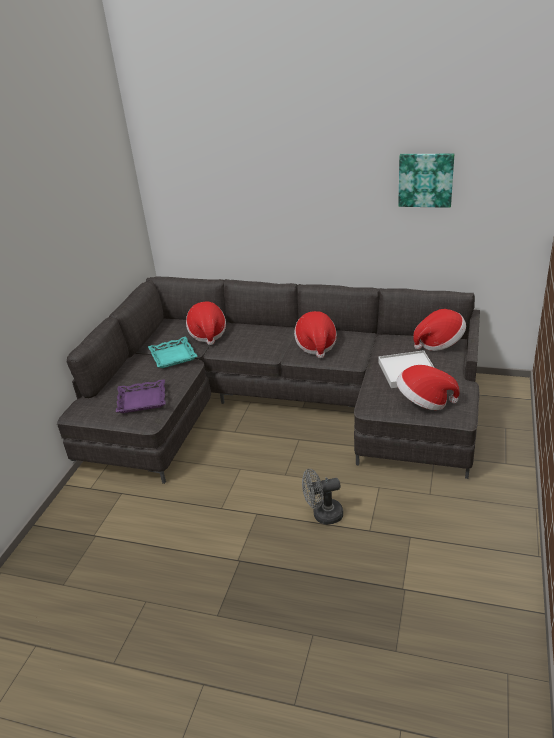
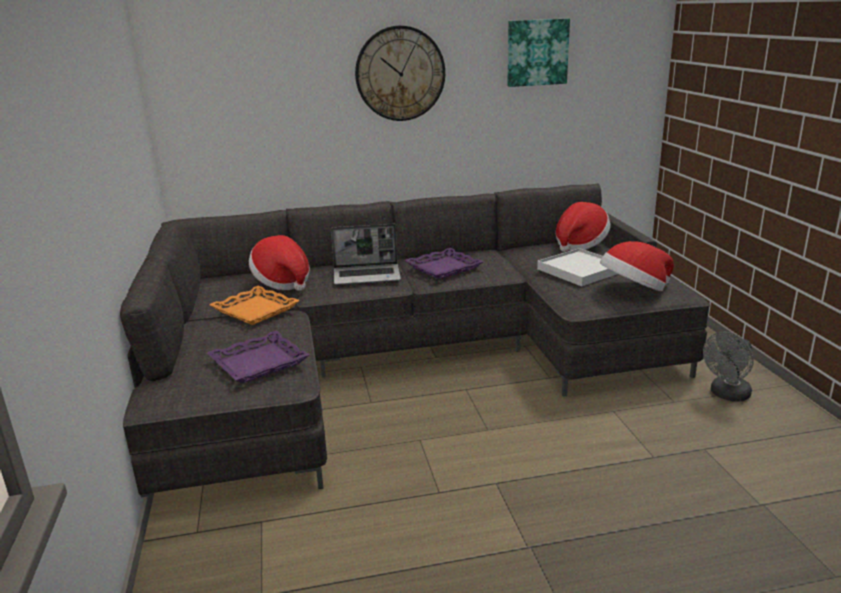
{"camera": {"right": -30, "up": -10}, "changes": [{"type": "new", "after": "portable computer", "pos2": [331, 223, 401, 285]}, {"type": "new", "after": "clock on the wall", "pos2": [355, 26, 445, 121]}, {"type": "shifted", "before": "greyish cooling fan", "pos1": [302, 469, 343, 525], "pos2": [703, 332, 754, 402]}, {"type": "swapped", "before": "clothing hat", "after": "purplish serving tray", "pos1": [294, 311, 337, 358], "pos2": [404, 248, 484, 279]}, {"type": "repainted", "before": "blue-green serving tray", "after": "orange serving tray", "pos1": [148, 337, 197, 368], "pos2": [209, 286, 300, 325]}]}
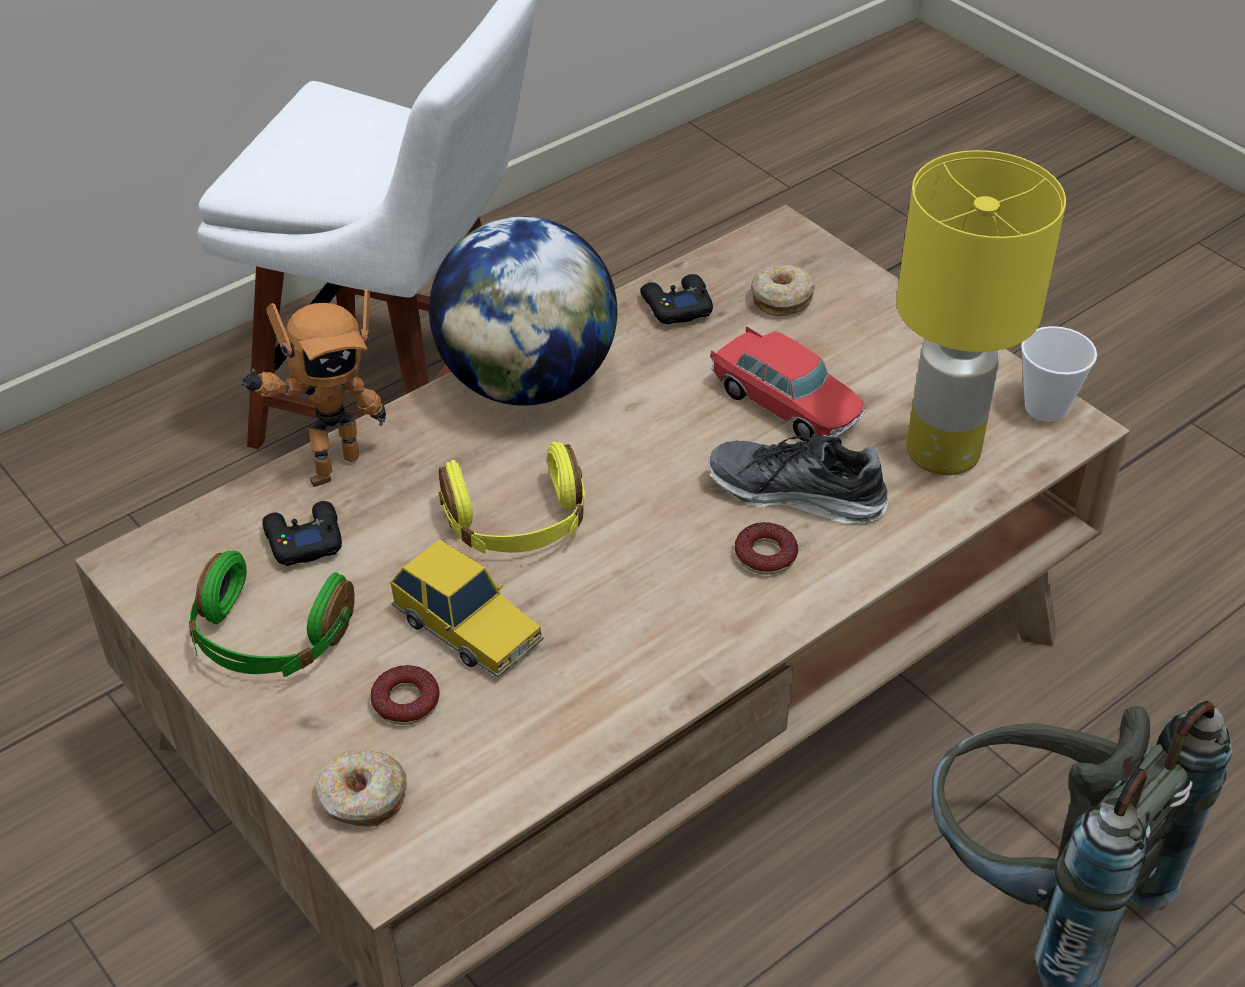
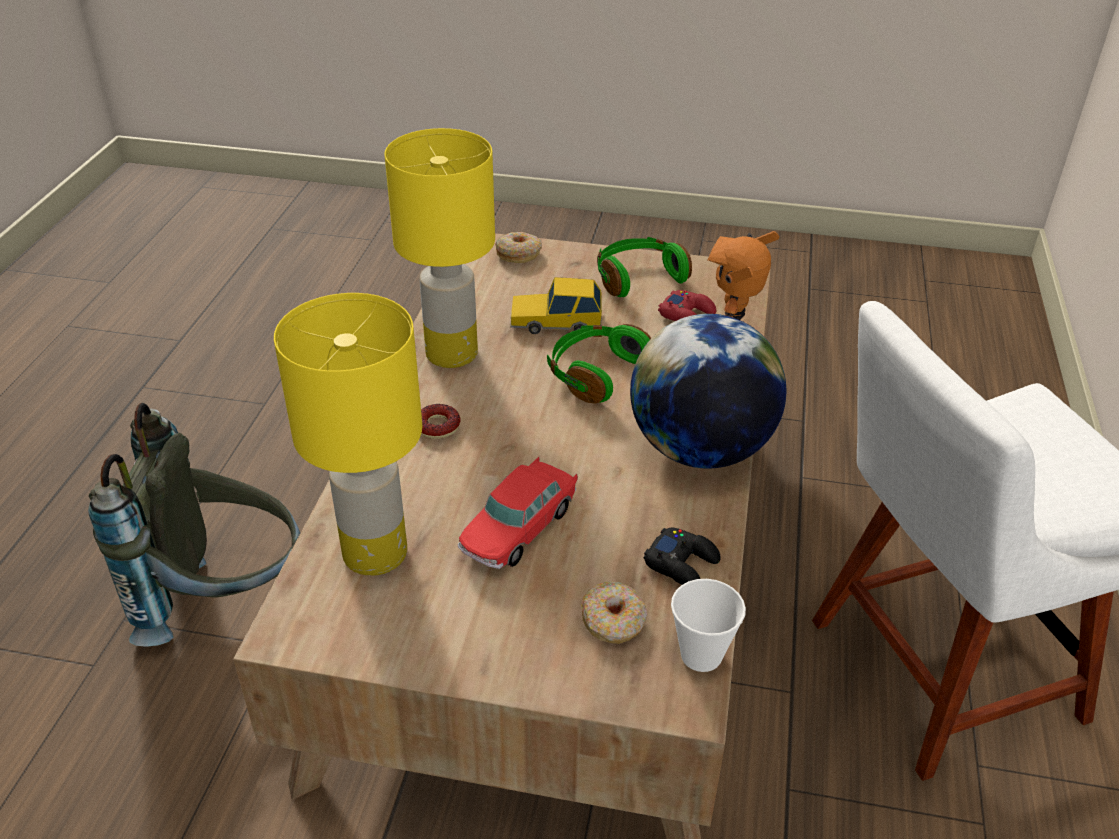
{"camera": {"right": 140, "up": -5}, "changes": [{"type": "gone", "before": "donut", "pos1": [370, 665, 440, 725]}, {"type": "gone", "before": "shoe", "pos1": [708, 434, 888, 524]}, {"type": "new", "after": "yellow tabletop lamp", "pos2": [385, 128, 495, 368]}, {"type": "shifted", "before": "cup", "pos1": [1021, 326, 1097, 422], "pos2": [671, 579, 746, 672]}, {"type": "repainted", "before": "black game controller", "after": "red game controller", "pos1": [262, 501, 342, 566], "pos2": [658, 290, 716, 321]}, {"type": "repainted", "before": "yellow headphones", "after": "green-coloured headphones", "pos1": [438, 442, 585, 554], "pos2": [547, 324, 651, 404]}, {"type": "rotated", "before": "model car", "pos1": [710, 326, 865, 441], "pos2": [458, 457, 578, 569], "turn": -60}]}
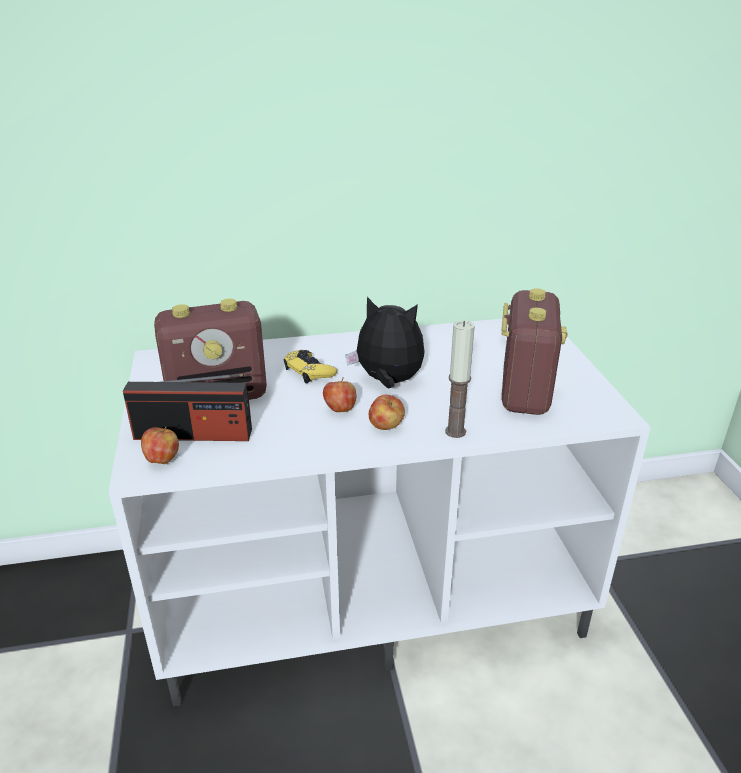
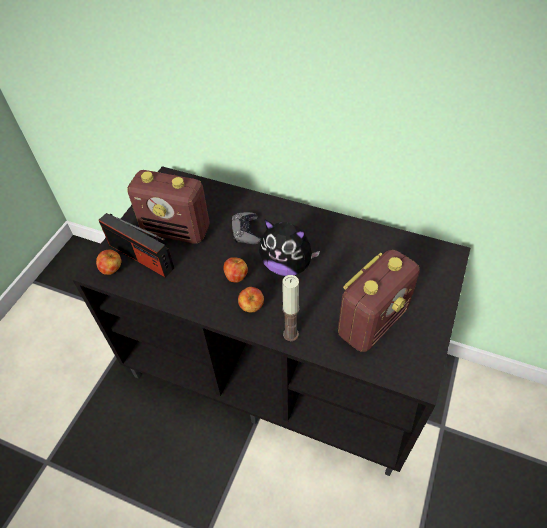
{"camera": {"right": 35, "up": 20}, "changes": [{"type": "repainted", "before": "white-coloured tv stand", "after": "black tv stand", "pos1": [108, 319, 651, 706], "pos2": [73, 166, 470, 476]}, {"type": "repainted", "before": "yellow game controller", "after": "greyish game controller", "pos1": [284, 350, 337, 383], "pos2": [231, 212, 261, 244]}, {"type": "rotated", "before": "cuddly toy", "pos1": [346, 297, 424, 389], "pos2": [259, 220, 320, 276], "turn": 150}]}
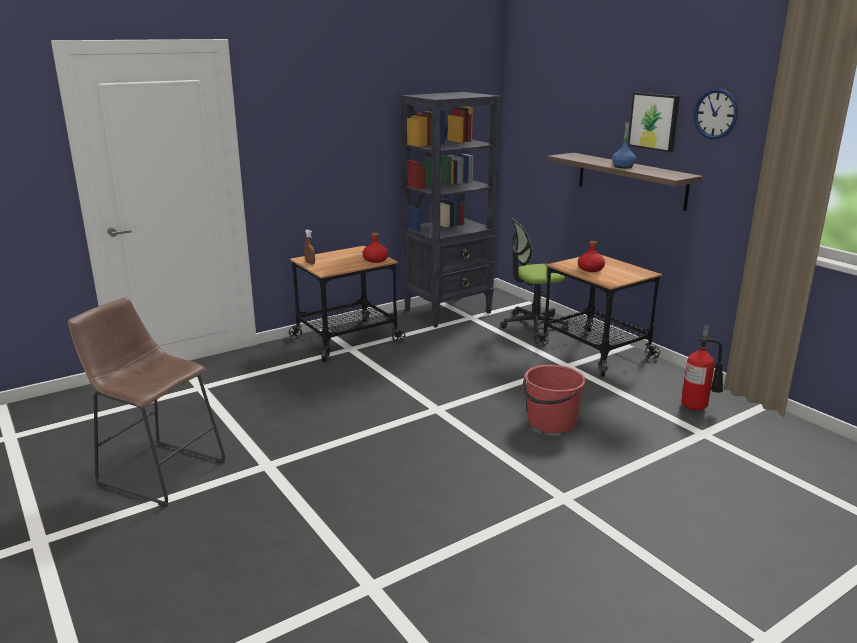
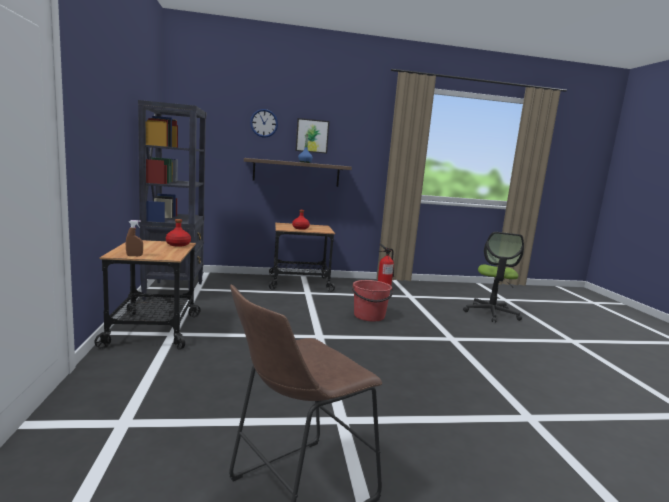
{"camera": {"right": -65, "up": -10}, "changes": [{"type": "shifted", "before": "computer chair", "pos1": [500, 218, 568, 338], "pos2": [463, 232, 524, 323]}, {"type": "shifted", "before": "clock on the wall", "pos1": [694, 88, 738, 139], "pos2": [250, 109, 278, 138]}]}
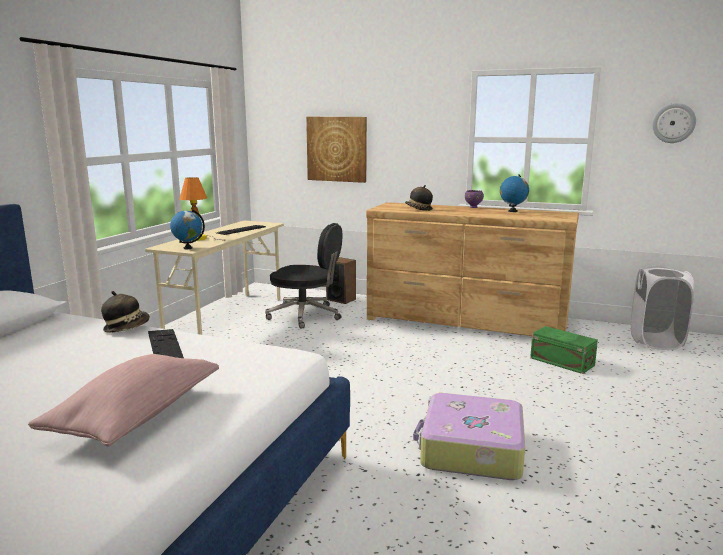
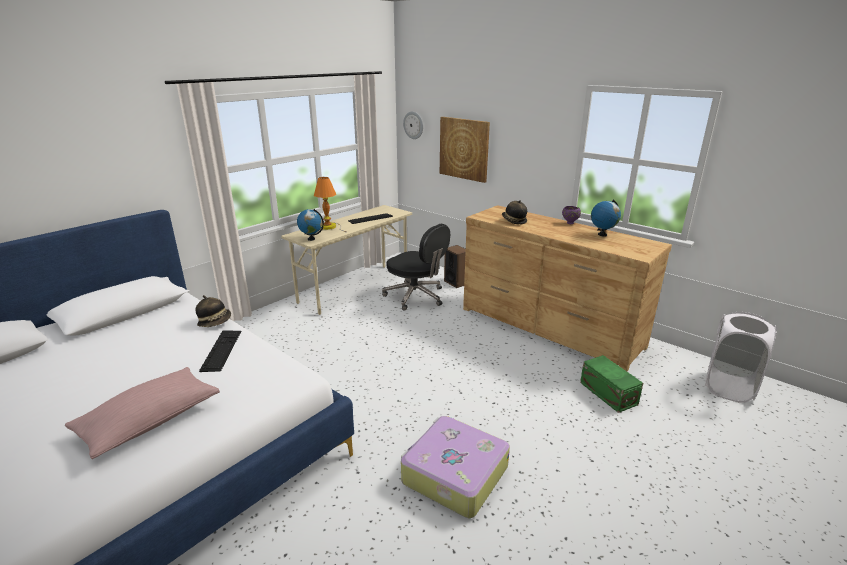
{"camera": {"right": 20, "up": 10}, "changes": [{"type": "shifted", "before": "clock on the wall", "pos1": [653, 103, 696, 143], "pos2": [403, 111, 423, 139]}]}
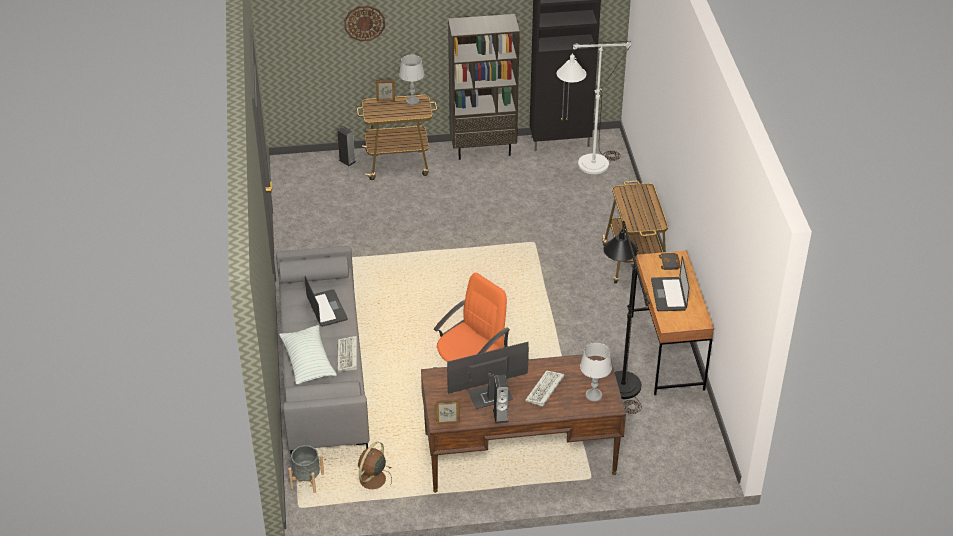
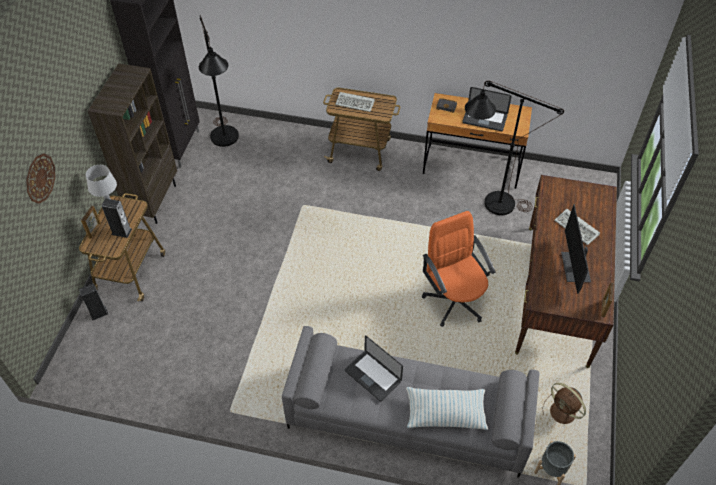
{"camera": {"right": -70, "up": 10}, "changes": [{"type": "gone", "before": "greyish tabletop lamp", "pos1": [580, 343, 612, 402]}, {"type": "shifted", "before": "keyboard", "pos1": [338, 336, 357, 371], "pos2": [335, 92, 375, 112]}, {"type": "shifted", "before": "speaker", "pos1": [493, 375, 509, 424], "pos2": [102, 199, 132, 238]}, {"type": "repainted", "before": "white-coloured standard lamp", "after": "black standard lamp", "pos1": [557, 41, 631, 174], "pos2": [199, 15, 239, 147]}, {"type": "rotated", "before": "portable computer", "pos1": [305, 276, 348, 327], "pos2": [345, 335, 403, 401], "turn": -135}]}
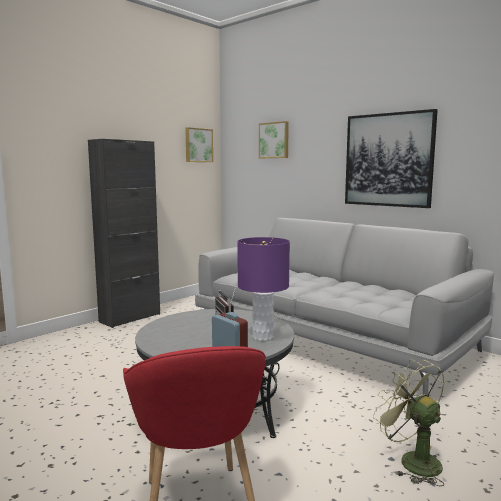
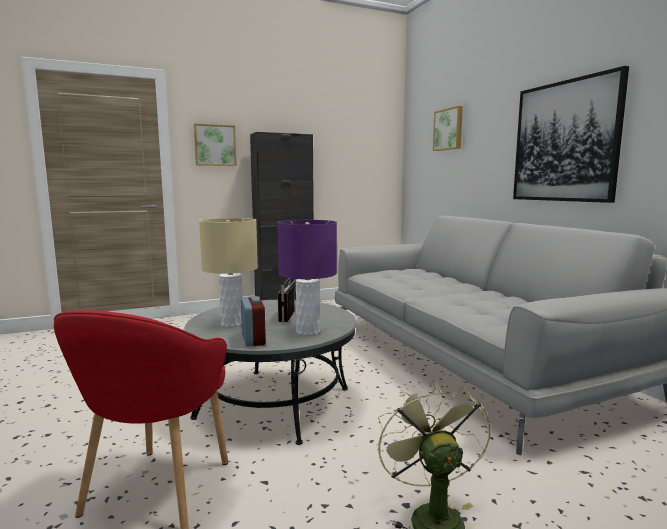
{"camera": {"right": 25, "up": 0}, "changes": [{"type": "new", "after": "beige tabletop lamp", "pos2": [199, 218, 258, 327]}, {"type": "shifted", "before": "picture", "pos1": [185, 127, 213, 162], "pos2": [194, 124, 237, 166]}]}
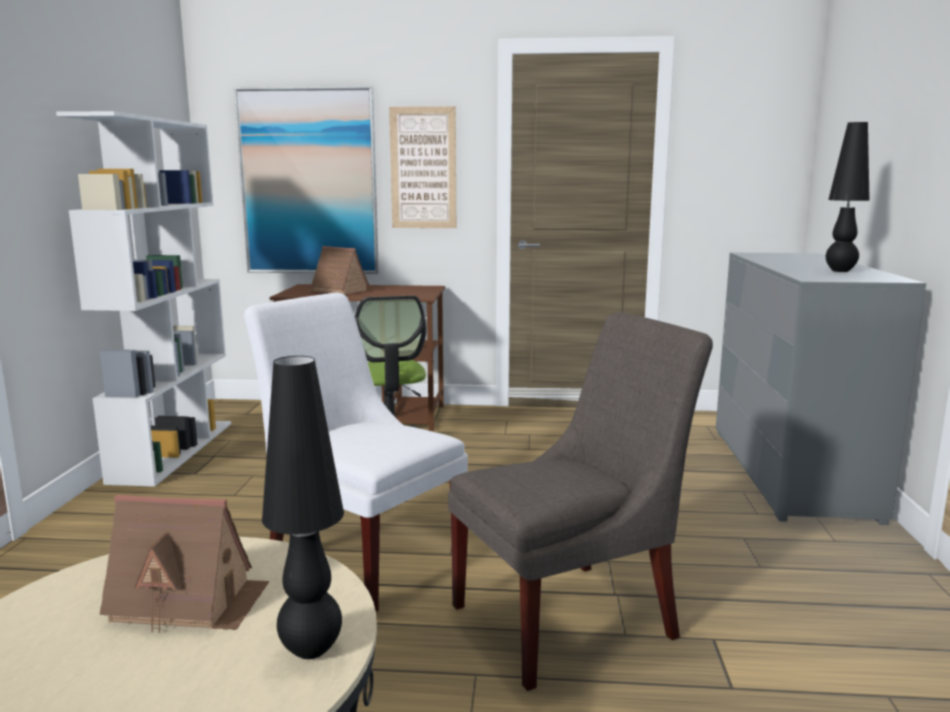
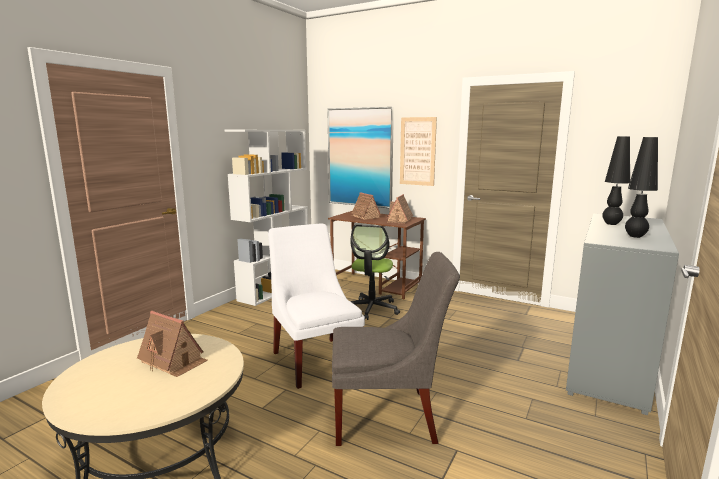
{"camera": {"right": 25, "up": 0}, "changes": [{"type": "new", "after": "toy house", "pos2": [386, 194, 413, 224]}, {"type": "shifted", "before": "black tabletop lamp", "pos1": [262, 356, 344, 659], "pos2": [602, 136, 630, 225]}]}
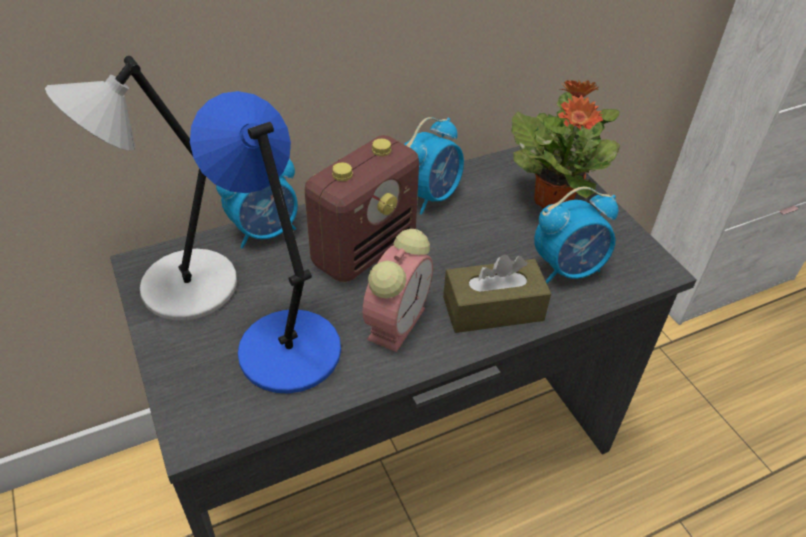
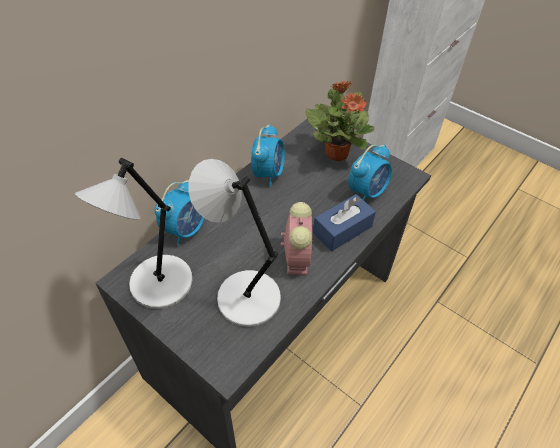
{"camera": {"right": -25, "up": 5}, "changes": [{"type": "gone", "before": "radio", "pos1": [304, 135, 419, 282]}, {"type": "repainted", "before": "blue-coloured tabletop lamp", "after": "greyish tabletop lamp", "pos1": [190, 91, 341, 393], "pos2": [188, 159, 281, 327]}, {"type": "repainted", "before": "brownish tissue box", "after": "blue-coloured tissue box", "pos1": [443, 254, 551, 333], "pos2": [313, 194, 376, 251]}]}
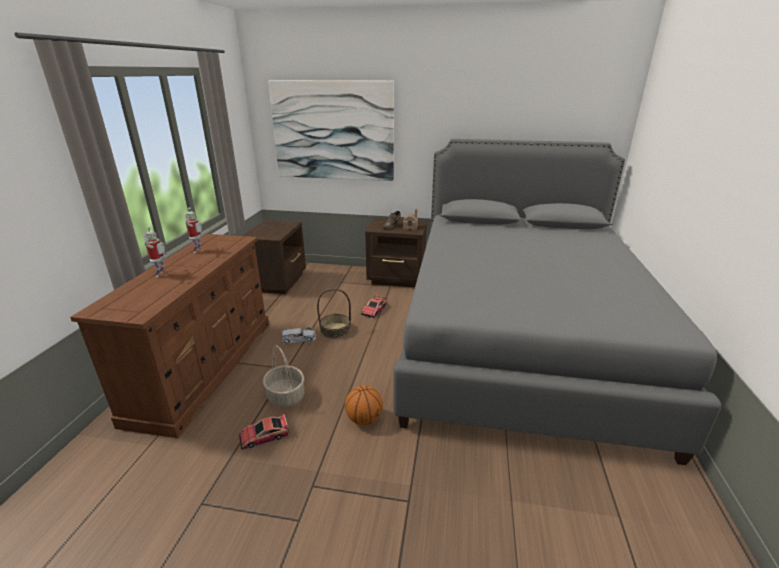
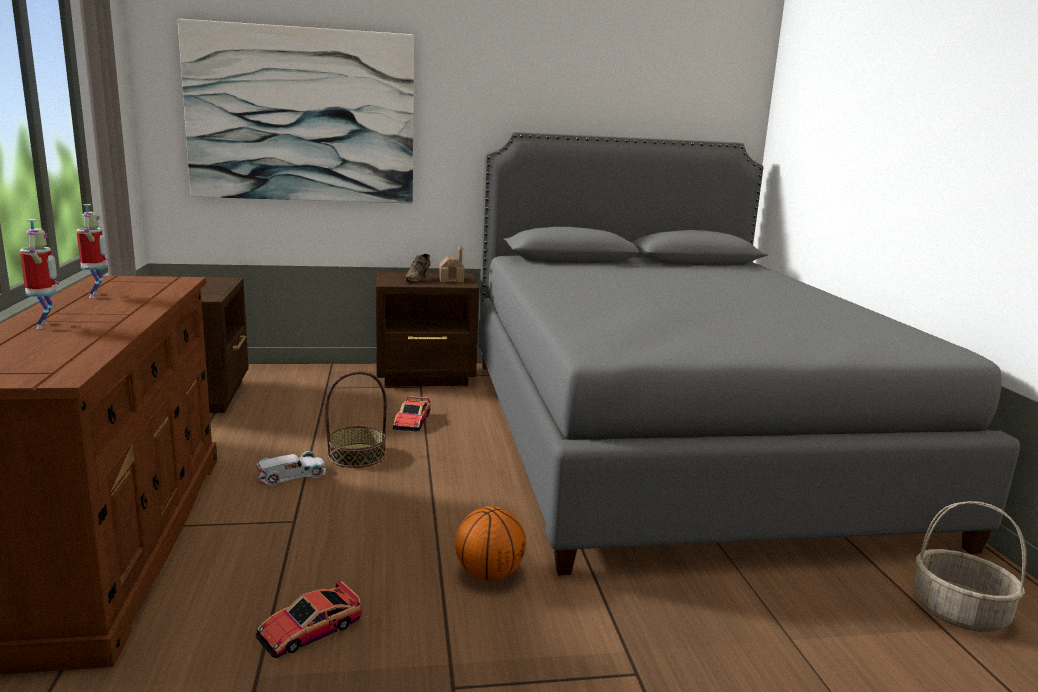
{"camera": {"right": -20, "up": -10}, "changes": [{"type": "shifted", "before": "household basket", "pos1": [263, 346, 304, 407], "pos2": [914, 501, 1027, 632]}]}
